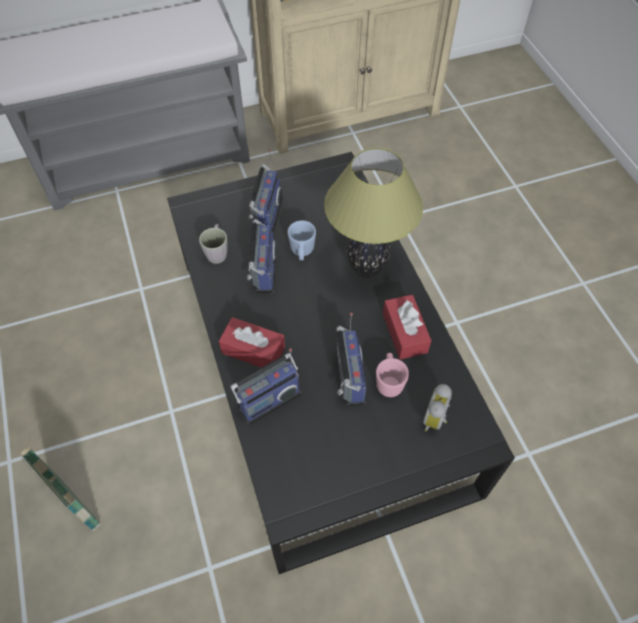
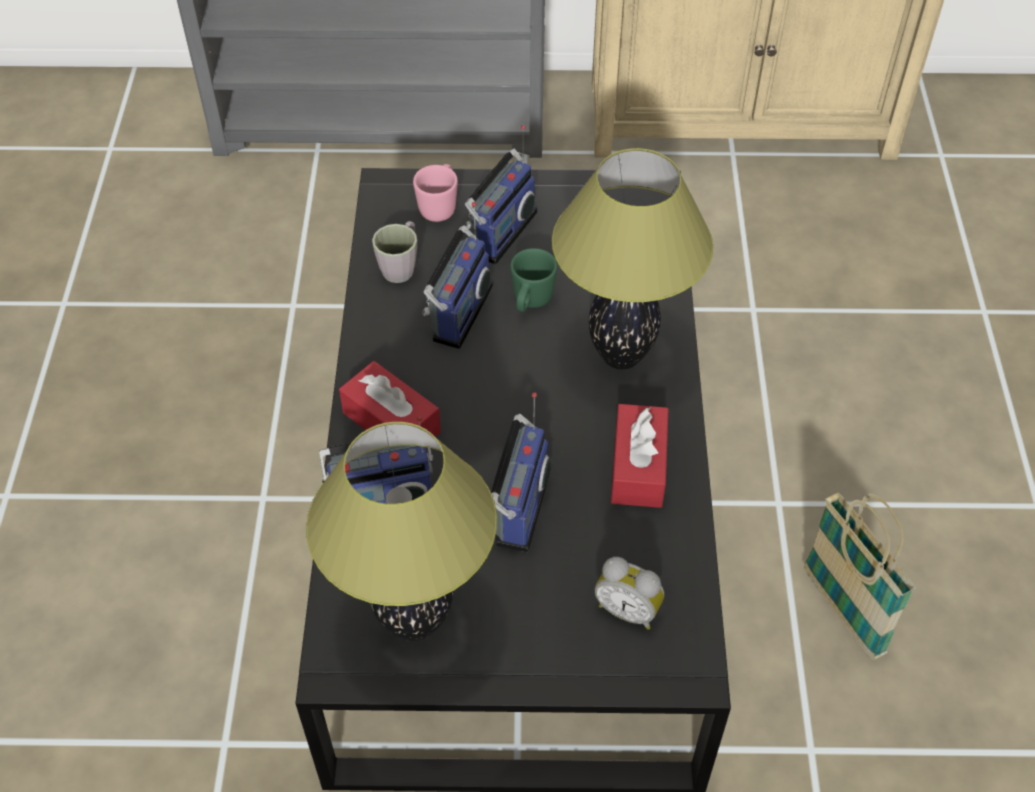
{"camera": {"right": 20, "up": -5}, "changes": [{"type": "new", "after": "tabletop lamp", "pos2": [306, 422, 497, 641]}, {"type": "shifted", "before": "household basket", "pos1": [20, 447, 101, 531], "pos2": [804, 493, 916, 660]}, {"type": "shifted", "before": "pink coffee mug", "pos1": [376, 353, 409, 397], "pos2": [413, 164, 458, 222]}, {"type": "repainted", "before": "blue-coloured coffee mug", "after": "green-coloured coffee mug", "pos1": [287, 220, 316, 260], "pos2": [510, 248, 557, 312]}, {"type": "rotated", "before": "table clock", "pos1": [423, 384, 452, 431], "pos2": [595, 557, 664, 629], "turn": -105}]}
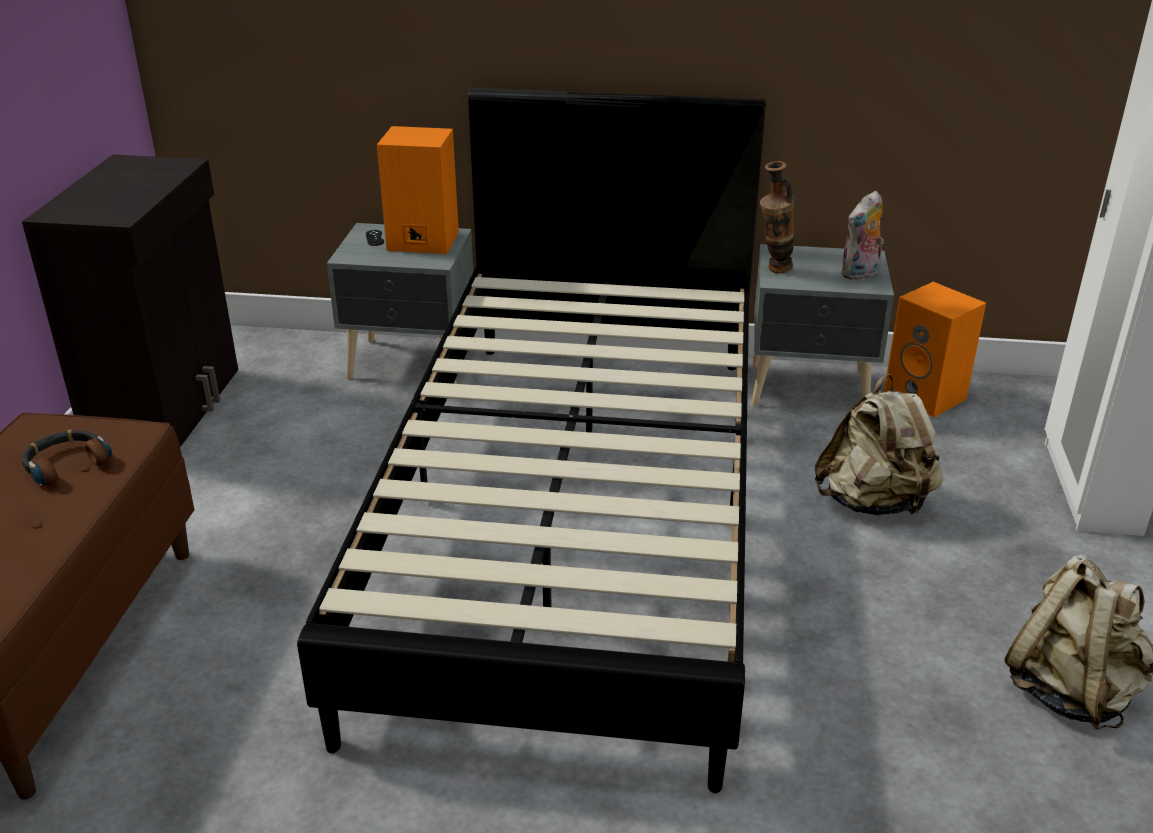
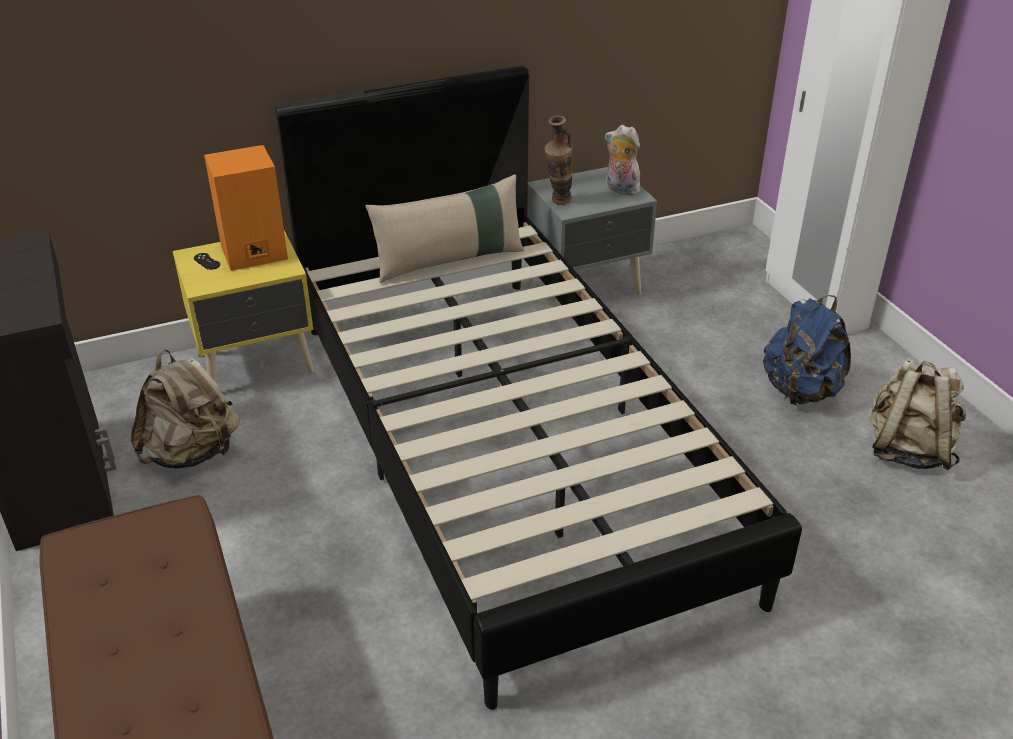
{"camera": {"right": -30, "up": 5}, "changes": [{"type": "gone", "before": "headphones", "pos1": [22, 430, 112, 486]}, {"type": "gone", "before": "orange speaker", "pos1": [884, 282, 986, 418]}, {"type": "new", "after": "beige throw pillow", "pos2": [365, 174, 524, 283]}, {"type": "new", "after": "blue-coloured knapsack", "pos2": [763, 295, 851, 405]}, {"type": "shifted", "before": "beige knapsack", "pos1": [815, 374, 943, 515], "pos2": [131, 349, 239, 469]}, {"type": "repainted", "before": "greyish night table", "after": "yellow night table", "pos1": [327, 223, 473, 384], "pos2": [173, 231, 314, 382]}, {"type": "rotated", "before": "cuddly toy", "pos1": [840, 191, 884, 280], "pos2": [605, 125, 643, 195], "turn": 105}]}
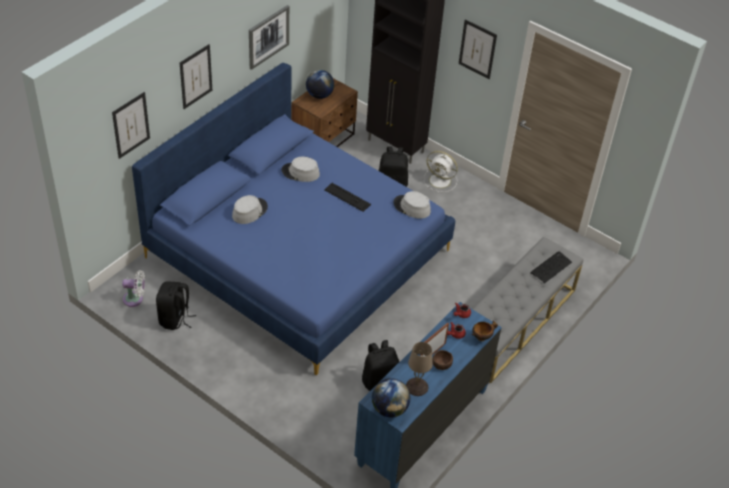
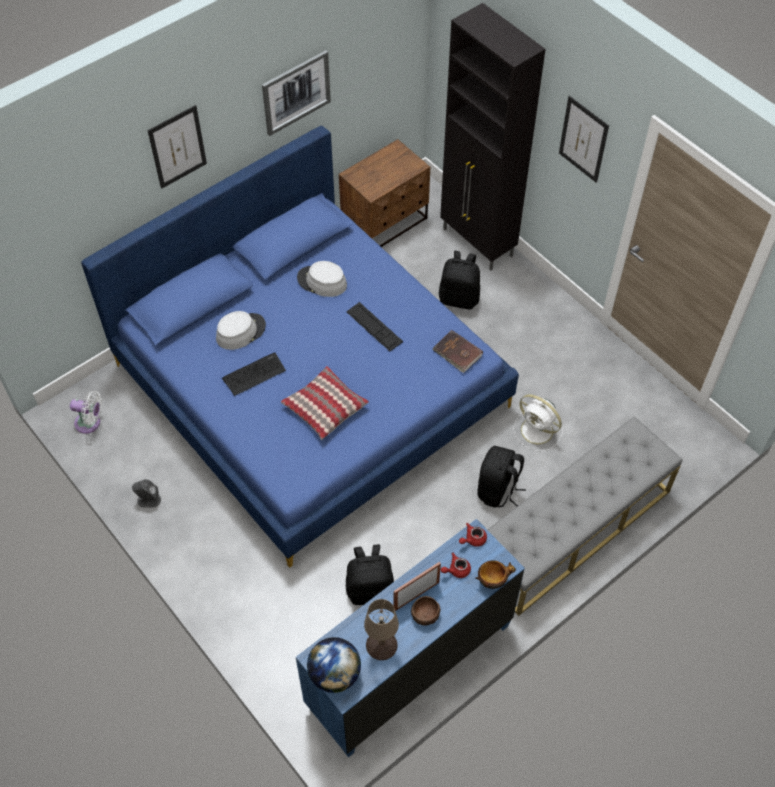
{"camera": {"right": 15, "up": 10}, "changes": [{"type": "gone", "before": "picture", "pos1": [112, 92, 150, 159]}, {"type": "gone", "before": "globe", "pos1": [306, 70, 334, 99]}, {"type": "new", "after": "greyish speaker", "pos2": [132, 479, 161, 508]}, {"type": "new", "after": "throw pillow", "pos2": [281, 366, 369, 440]}, {"type": "shifted", "before": "black knapsack", "pos1": [156, 281, 196, 330], "pos2": [477, 446, 526, 508]}, {"type": "shifted", "before": "white-coloured cooling fan", "pos1": [424, 151, 458, 192], "pos2": [513, 394, 563, 451]}, {"type": "shifted", "before": "keyboard", "pos1": [531, 251, 572, 283], "pos2": [222, 353, 286, 396]}, {"type": "swapped", "before": "greyish clothing hat", "after": "brownish bound book", "pos1": [394, 191, 431, 219], "pos2": [433, 330, 483, 373]}]}
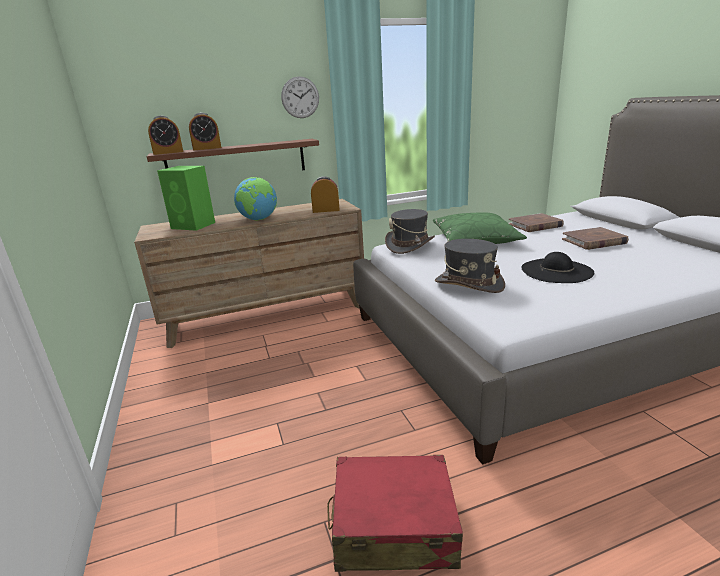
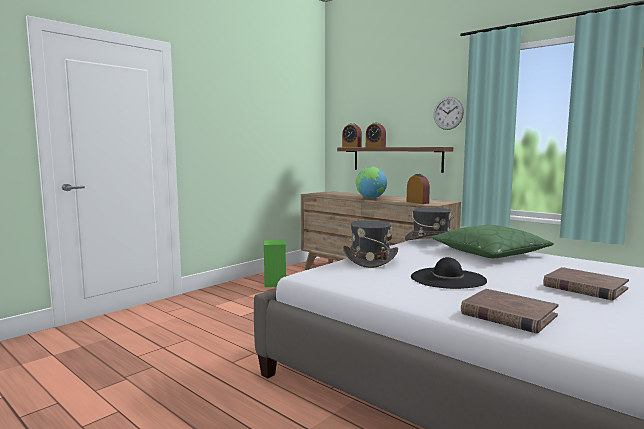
{"camera": {"right": 60, "up": -15}, "changes": [{"type": "gone", "before": "red travel case", "pos1": [327, 455, 463, 572]}, {"type": "shifted", "before": "green-coloured speaker", "pos1": [157, 166, 215, 231], "pos2": [264, 240, 286, 287]}, {"type": "shifted", "before": "brownish bound book", "pos1": [509, 213, 564, 232], "pos2": [461, 289, 559, 333]}]}
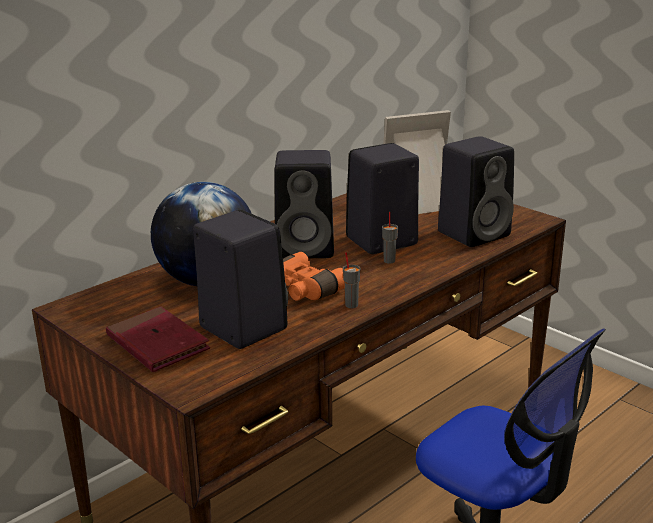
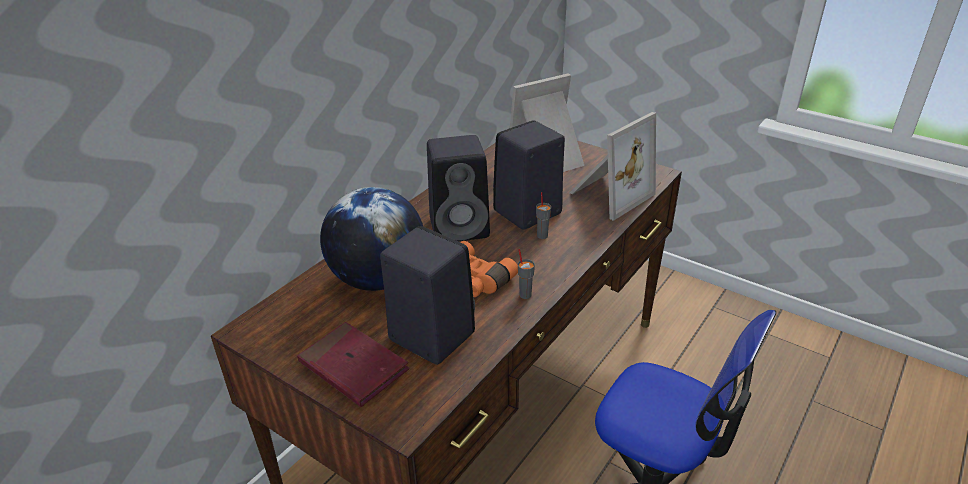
{"camera": {"right": -10, "up": 10}, "changes": [{"type": "swapped", "before": "black speaker", "after": "picture frame", "pos1": [438, 136, 514, 247], "pos2": [570, 112, 656, 221]}]}
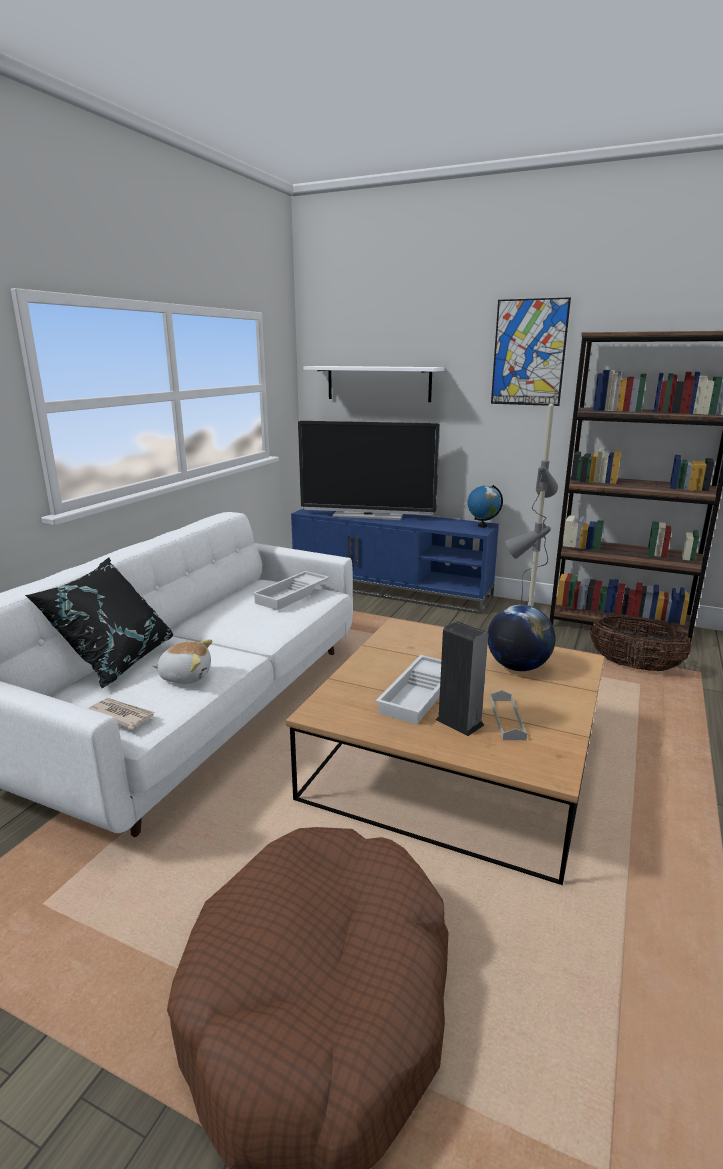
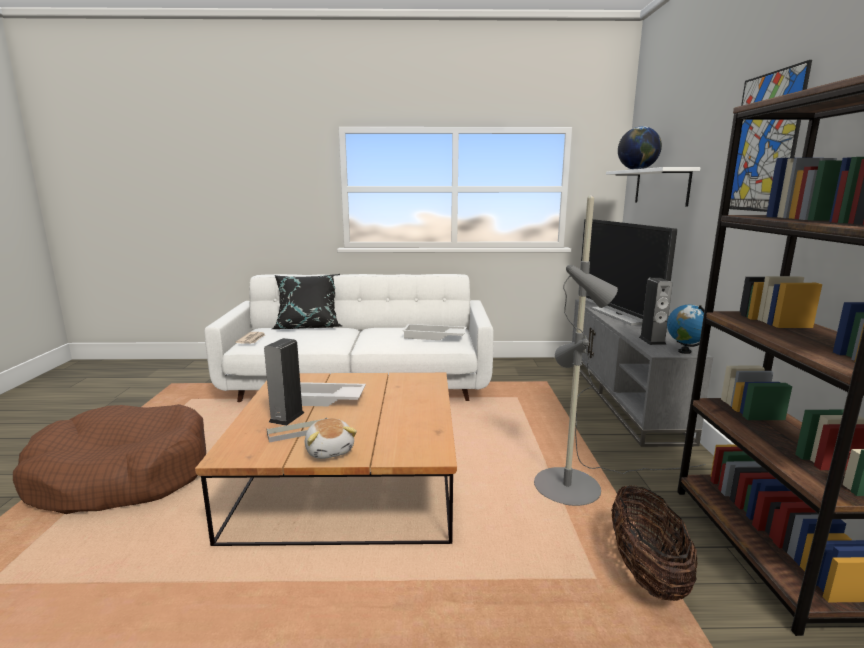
{"camera": {"right": 65, "up": -5}, "changes": [{"type": "new", "after": "speaker", "pos2": [639, 278, 673, 345]}, {"type": "shifted", "before": "cuddly toy", "pos1": [152, 640, 213, 683], "pos2": [305, 418, 357, 459]}, {"type": "shifted", "before": "globe", "pos1": [488, 605, 556, 671], "pos2": [618, 126, 662, 169]}, {"type": "repainted", "before": "blue-coloured tv stand", "after": "greyish tv stand", "pos1": [291, 508, 499, 614], "pos2": [572, 300, 713, 447]}]}
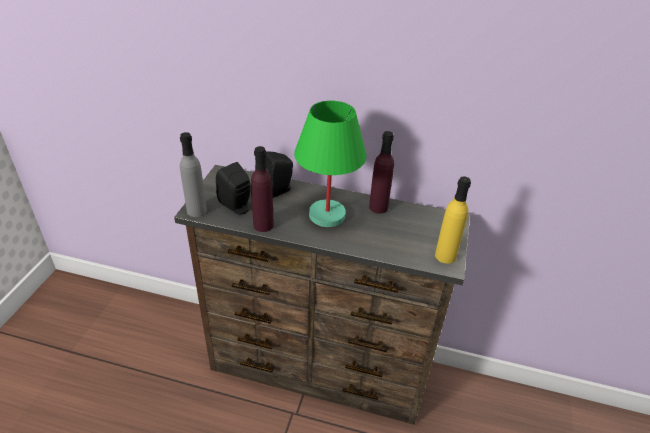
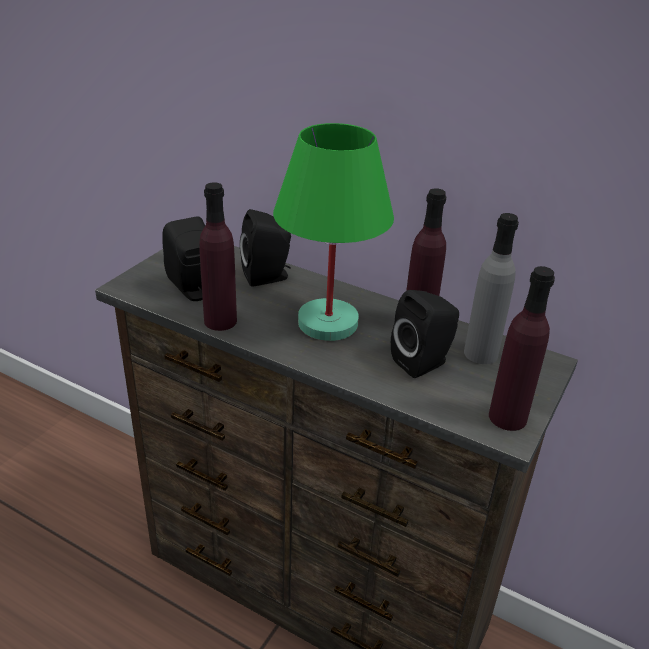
{"camera": {"right": 15, "up": -5}, "changes": [{"type": "new", "after": "black speaker", "pos2": [391, 290, 459, 378]}, {"type": "shifted", "before": "greyish drink bottle", "pos1": [180, 132, 207, 217], "pos2": [464, 213, 519, 364]}, {"type": "repainted", "before": "yellow drink bottle", "after": "purplish drink bottle", "pos1": [435, 177, 471, 264], "pos2": [489, 266, 555, 431]}]}
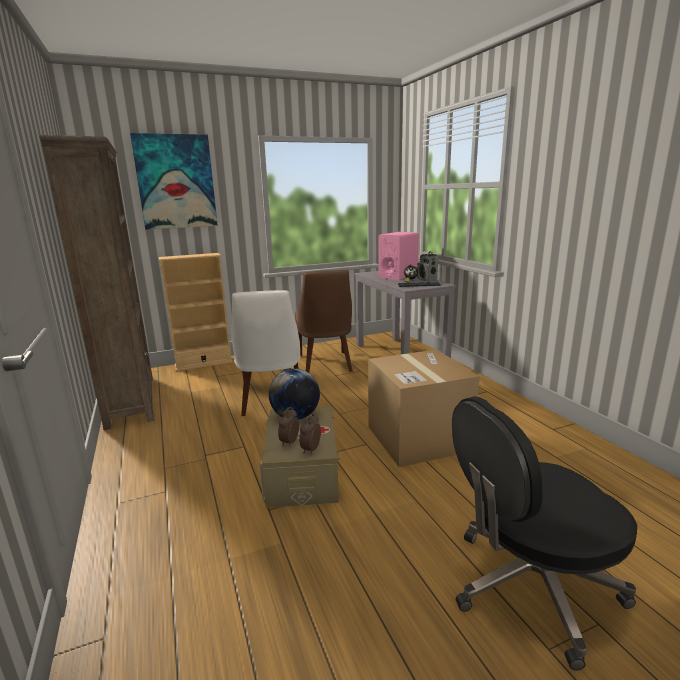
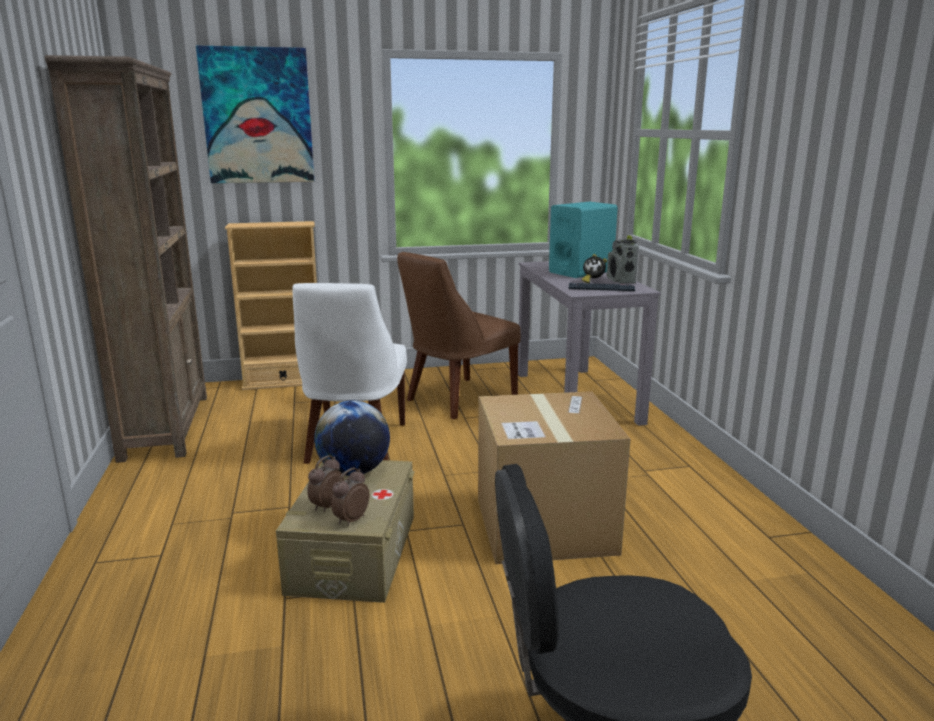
{"camera": {"right": 10, "up": 0}, "changes": [{"type": "repainted", "before": "pink speaker", "after": "blue-green speaker", "pos1": [378, 232, 419, 280], "pos2": [549, 202, 618, 278]}, {"type": "rotated", "before": "brownish plain chair", "pos1": [295, 270, 353, 373], "pos2": [397, 252, 521, 419], "turn": 45}]}
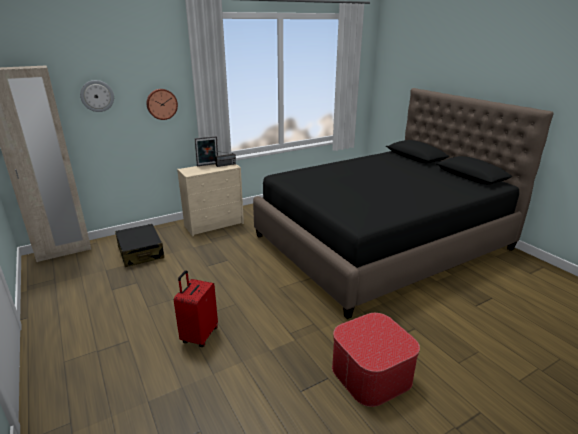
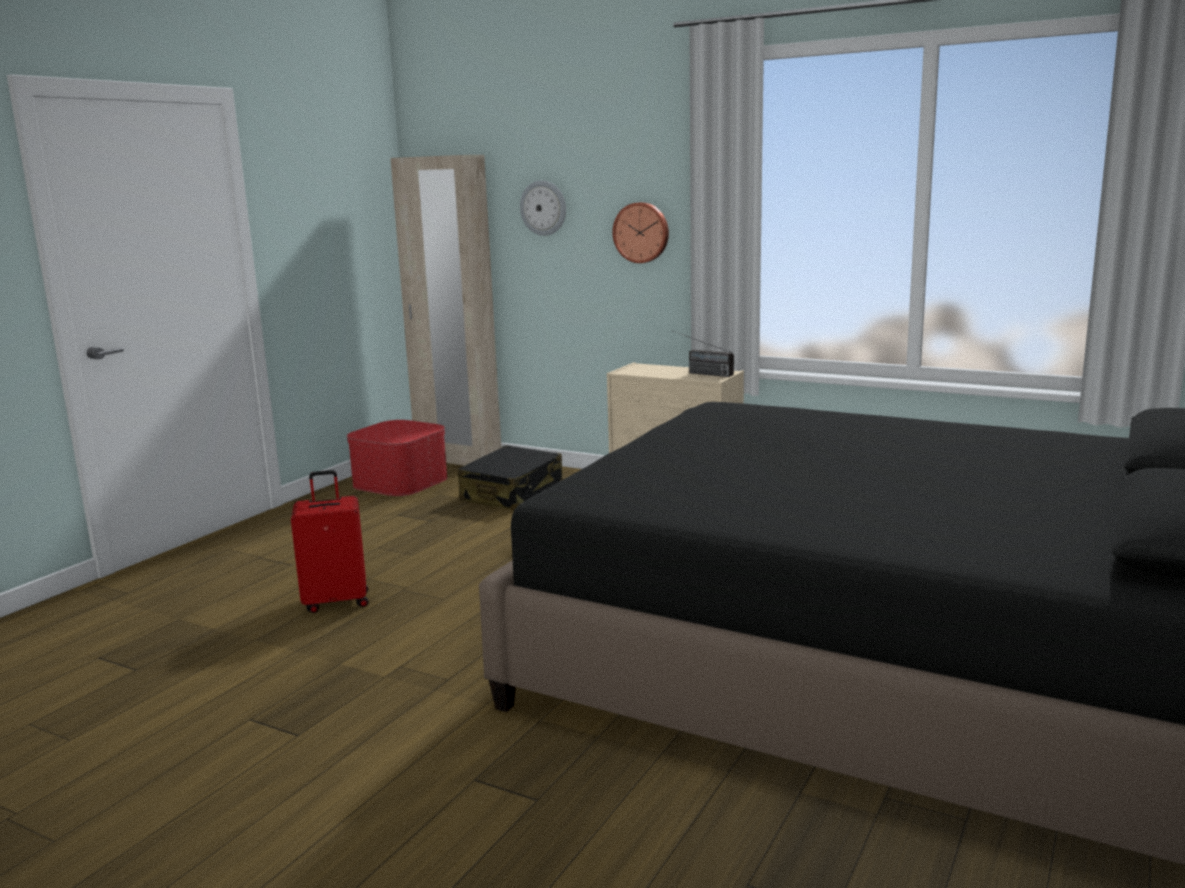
{"camera": {"right": 60, "up": -10}, "changes": [{"type": "gone", "before": "picture frame", "pos1": [195, 136, 218, 166]}, {"type": "shifted", "before": "pouffe", "pos1": [332, 313, 420, 407], "pos2": [347, 420, 448, 496]}]}
